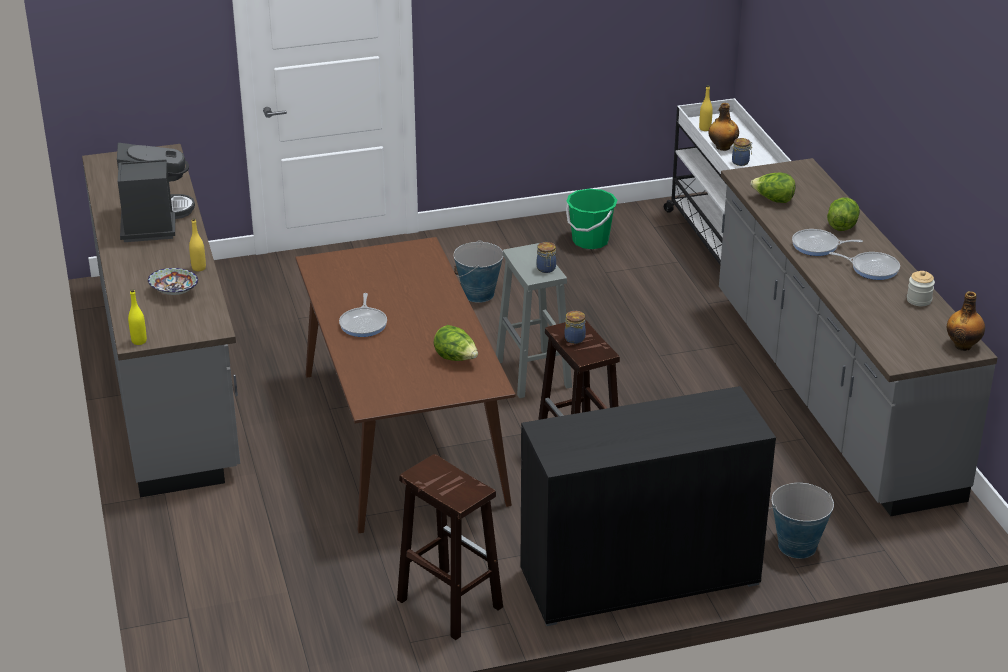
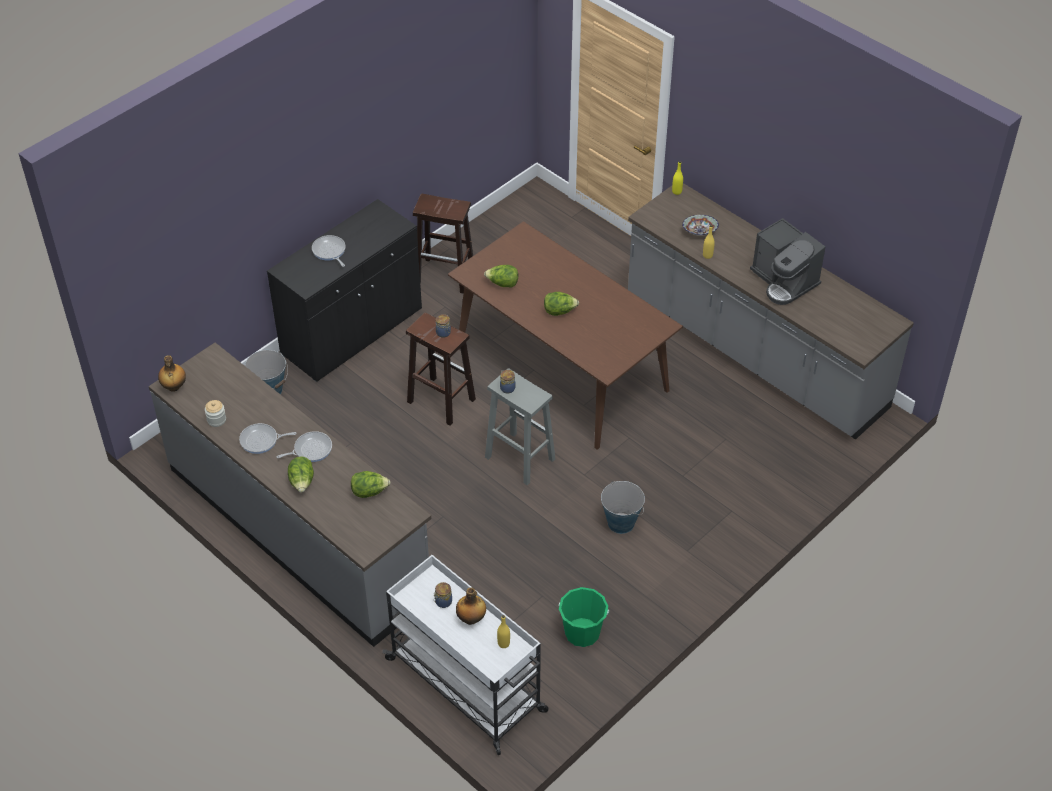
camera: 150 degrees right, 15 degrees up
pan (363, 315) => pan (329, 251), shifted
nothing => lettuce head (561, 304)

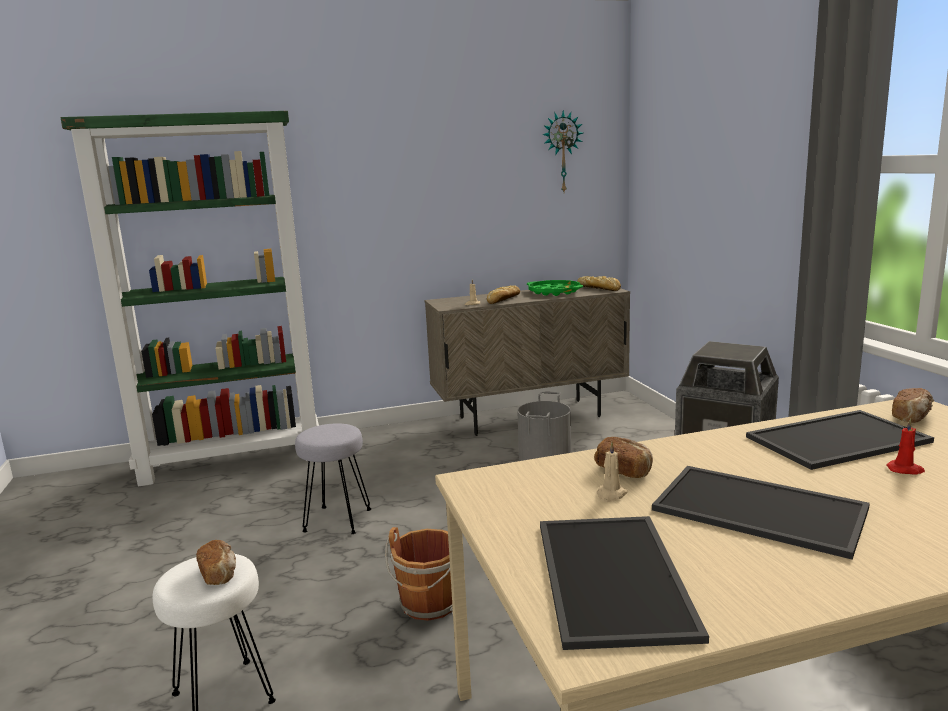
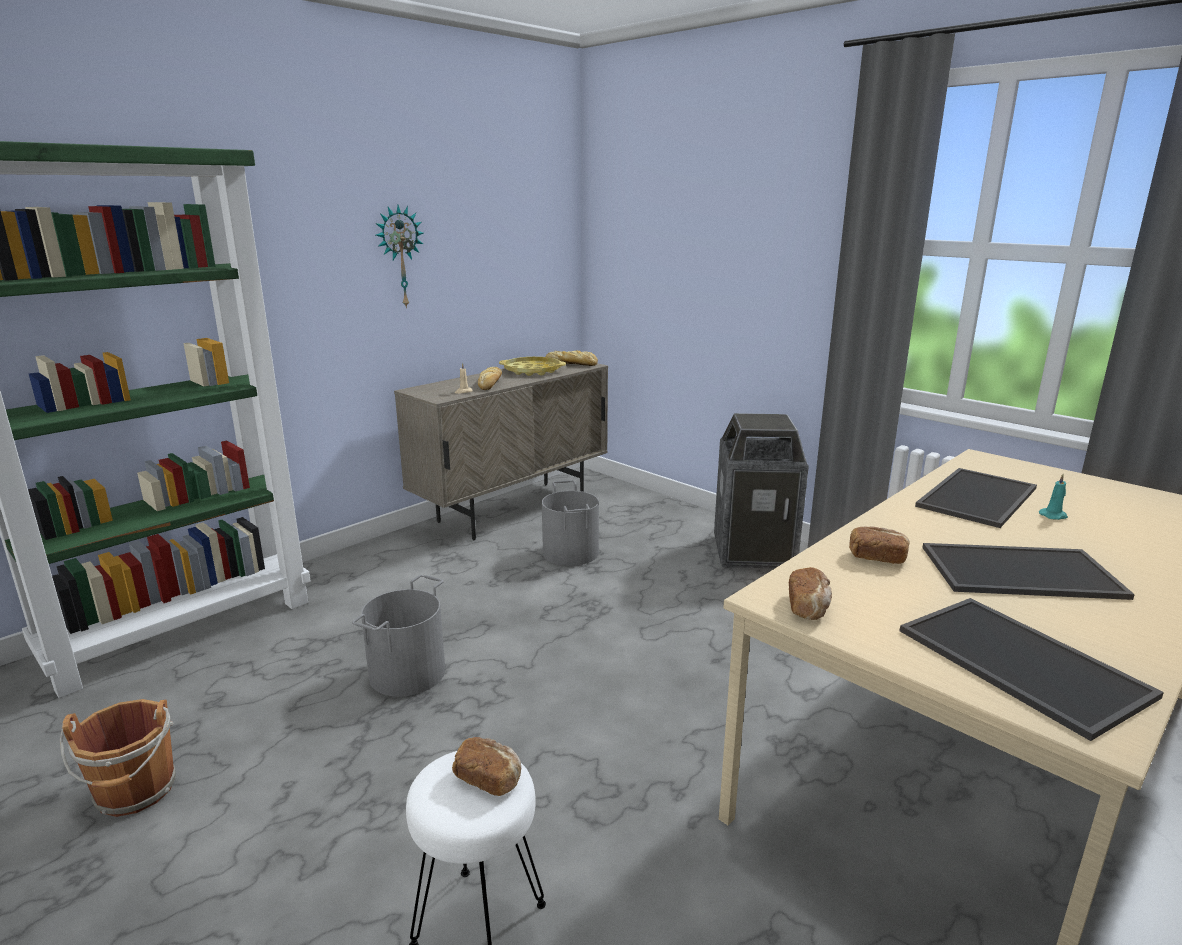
camera: 30 degrees left, 5 degrees up
brownish bucket (419, 574) => brownish bucket (118, 758), shifted
greyish stool (333, 478) => greyish bucket (398, 636)
clock on the wall (562, 151) => clock on the wall (399, 257), shifted
greenish serving tray (555, 288) => yellow-coloured serving tray (532, 366)
bakery bread (913, 405) => bakery bread (810, 593), shifted
red wax light (906, 446) => turquoise wax light (1053, 497)
sand-coloured wax light (612, 472) => nothing

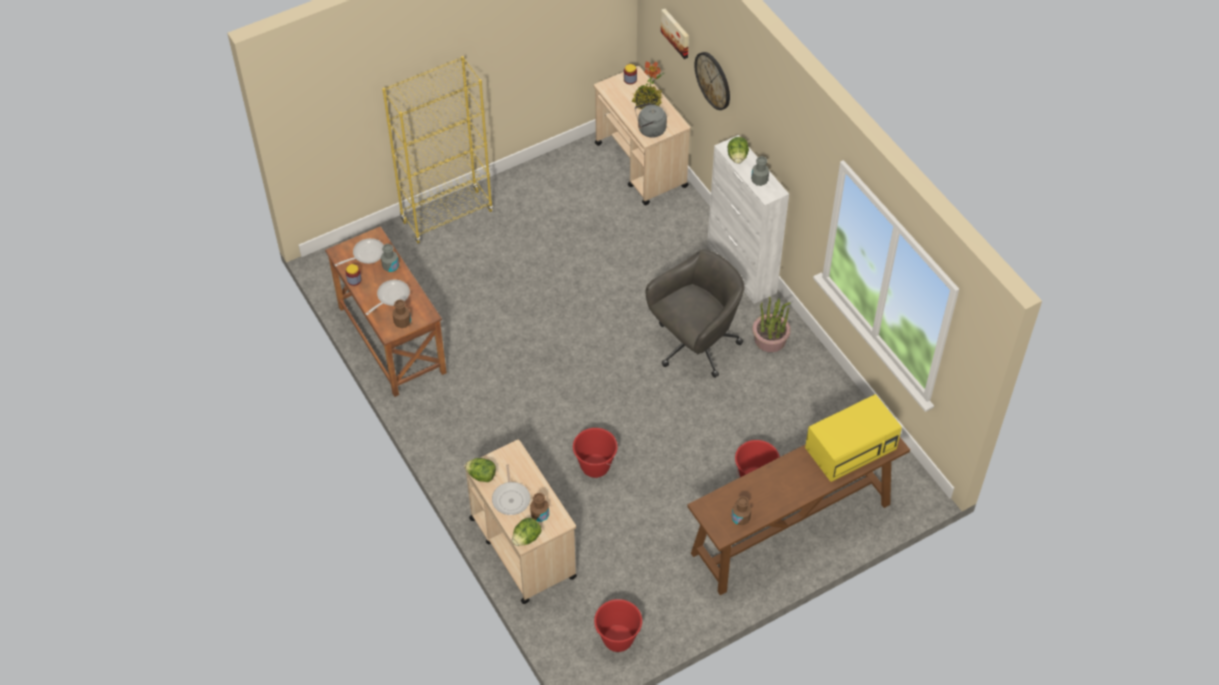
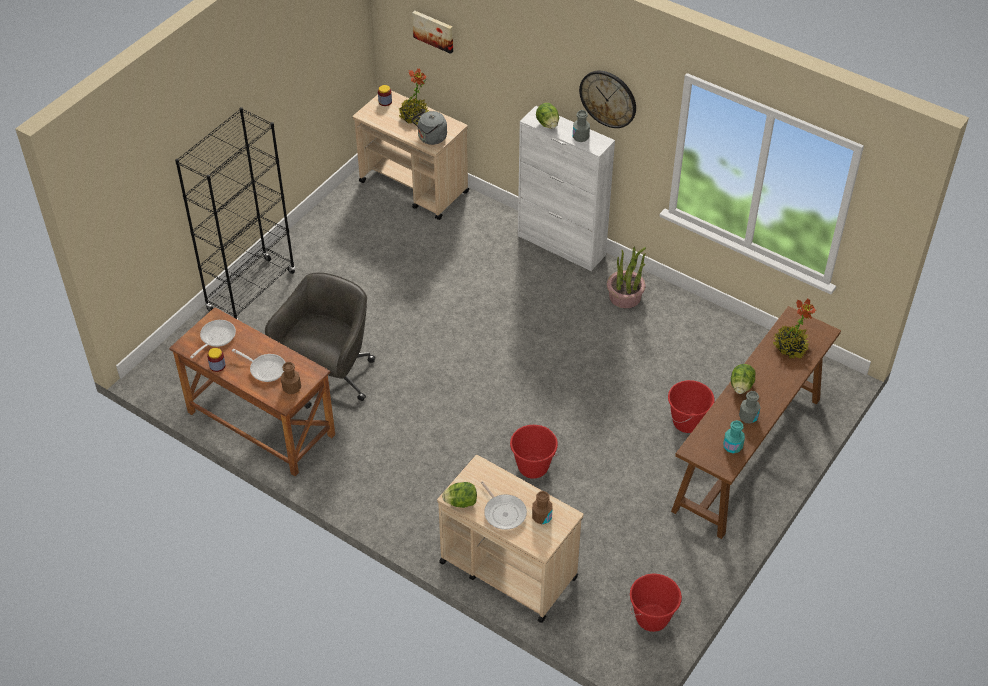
camera: 25 degrees left, 5 degrees down
yellow-coloured shelving unit (437, 149) => black shelving unit (235, 213)
pan (388, 297) => pan (259, 365), 105 degrees clockwise
greyish office chair (695, 314) => greyish office chair (320, 340), shifted
clock on the wall (712, 81) => clock on the wall (607, 99), shifted
brownish beverage bottle (741, 510) => turquoise beverage bottle (734, 437)
lettuce head (526, 532) => lettuce head (743, 379), shifted
greyish beverage bottle (390, 258) => greyish beverage bottle (749, 407), shifted
yellow-coloured microwave (853, 438) => plant in a pot (794, 329)

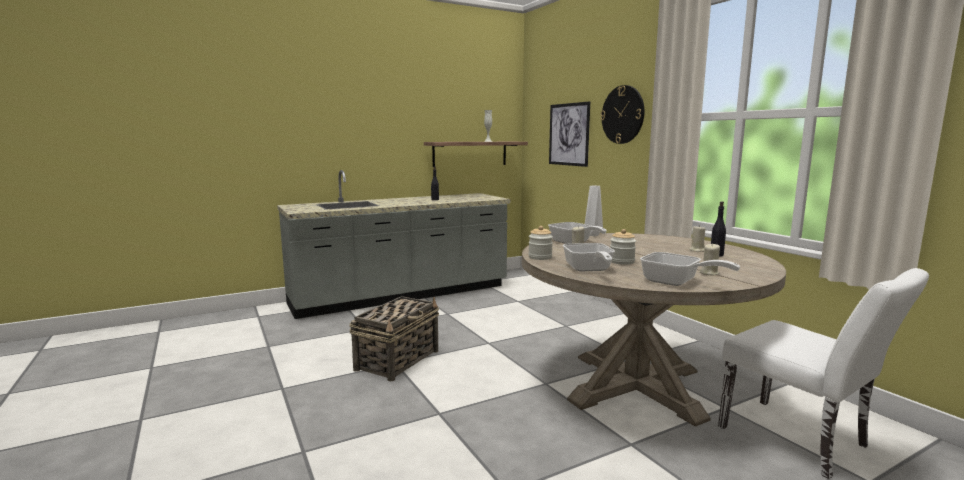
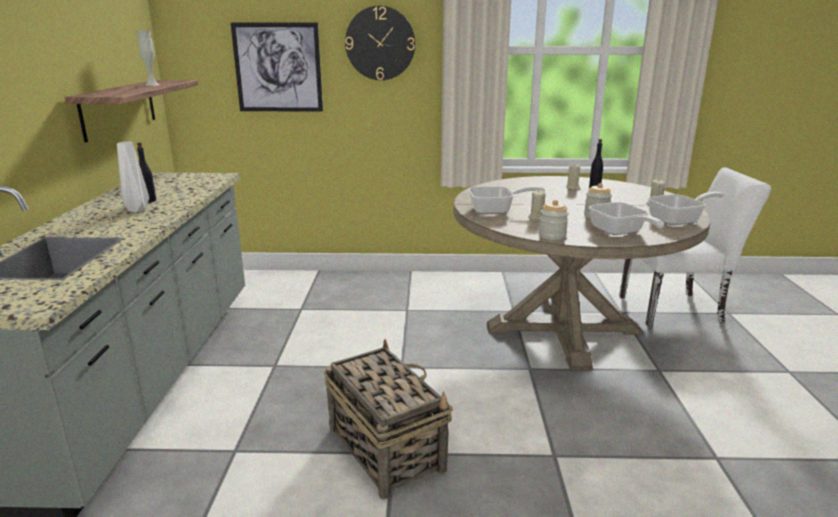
camera: 60 degrees left, 10 degrees up
white-coloured vase (594, 211) => white-coloured vase (133, 177), shifted
pan (589, 257) => pan (626, 218), 45 degrees clockwise

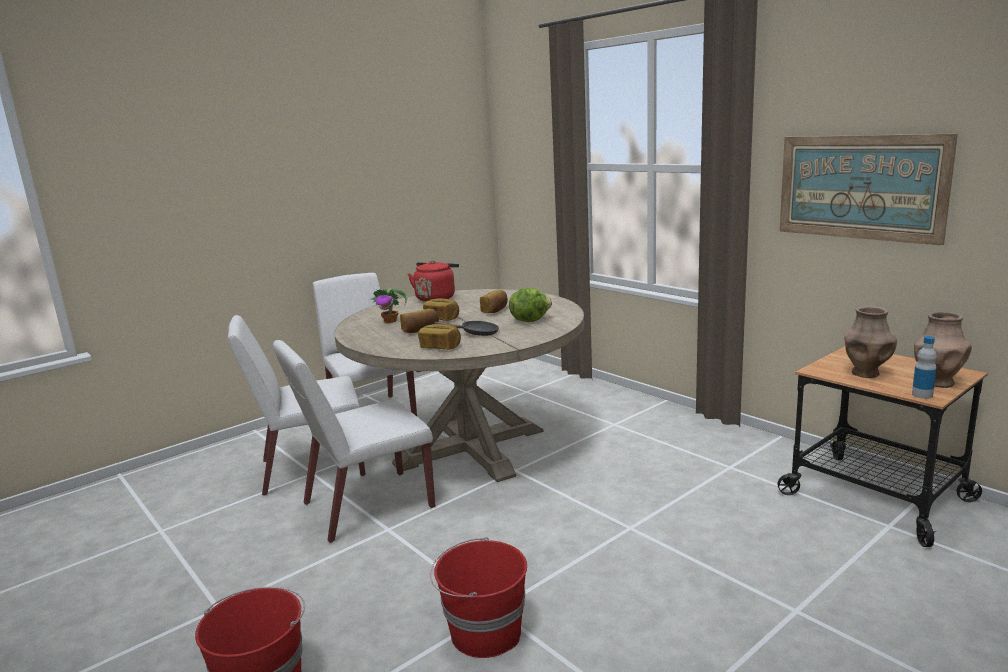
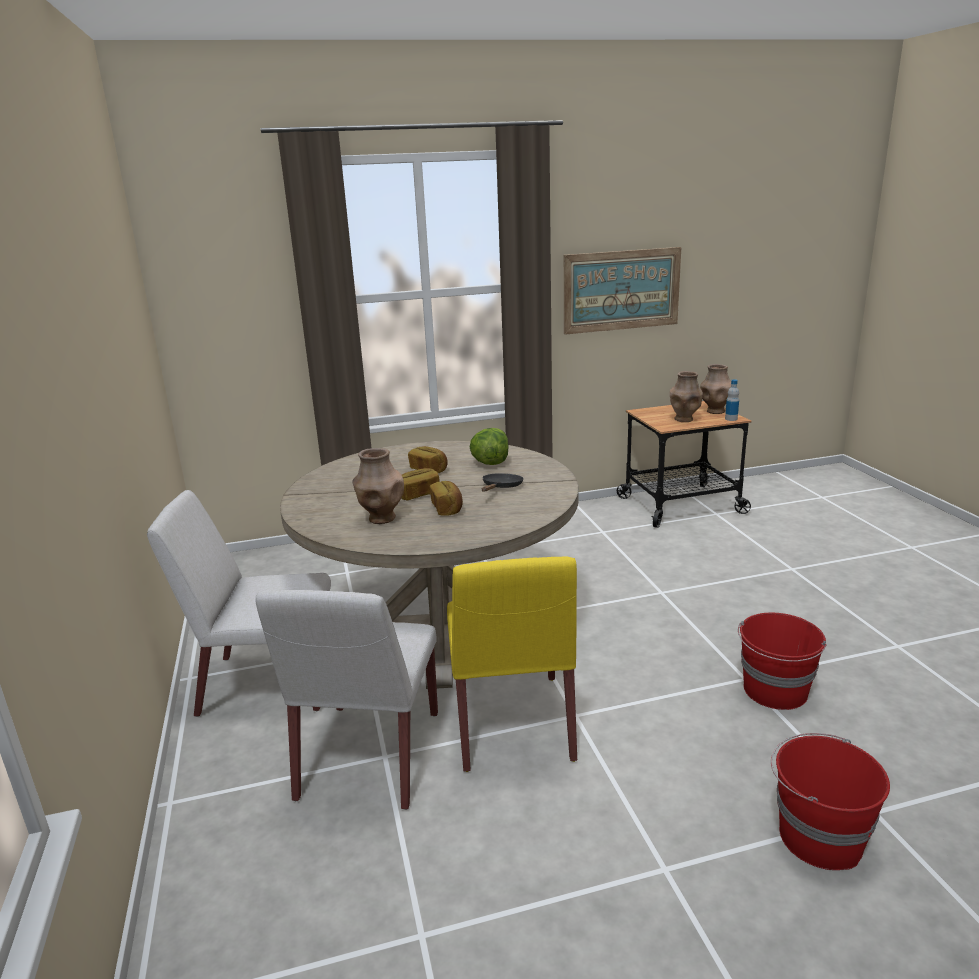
camera: 65 degrees left, 5 degrees up
plant in a pot (388, 305) => brownish vase (378, 486)
white-coloured plain chair (354, 441) => yellow-coloured plain chair (512, 664)
red kettle (433, 281) => nothing
bakery bread (439, 337) => nothing

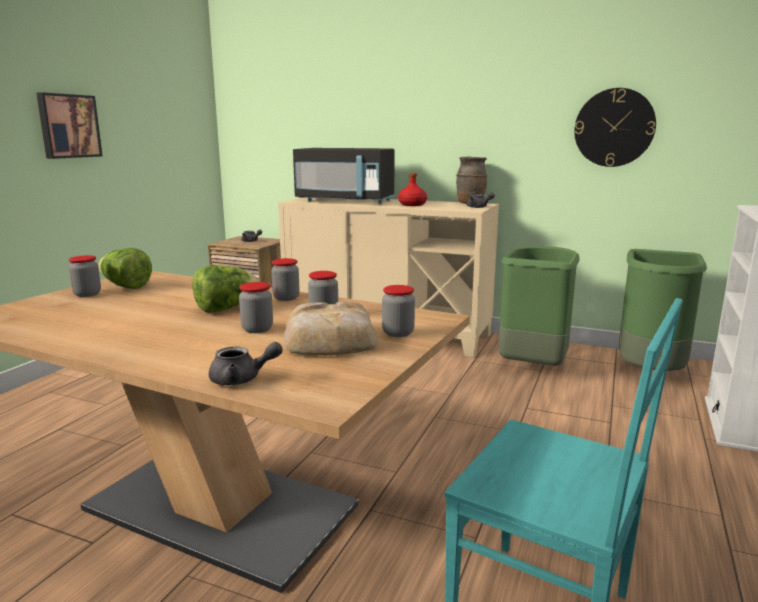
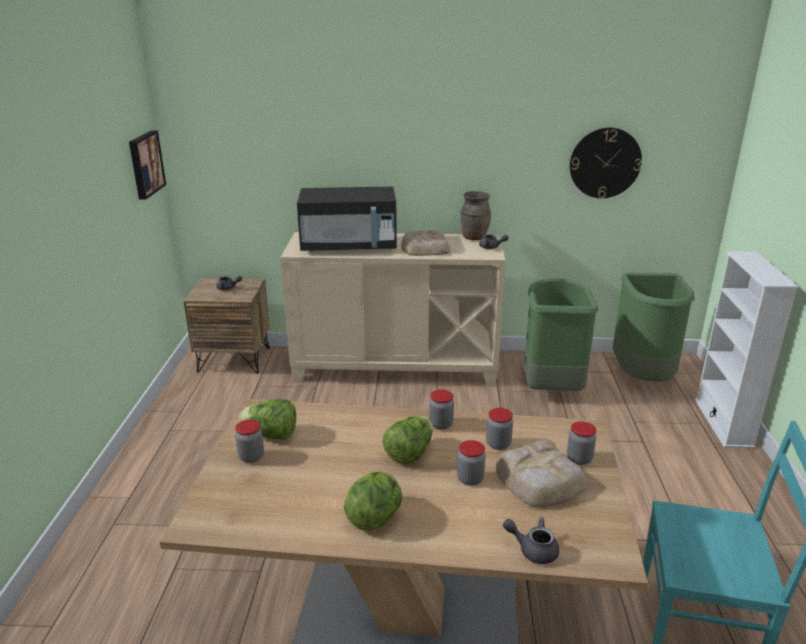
camera: 20 degrees left, 10 degrees up
wall art (69, 125) => wall art (147, 165), shifted
nothing => lettuce head (373, 501)
red beverage bottle (412, 189) => bakery bread (425, 243)
greyish teapot (246, 363) => greyish teapot (531, 540), 135 degrees counterclockwise

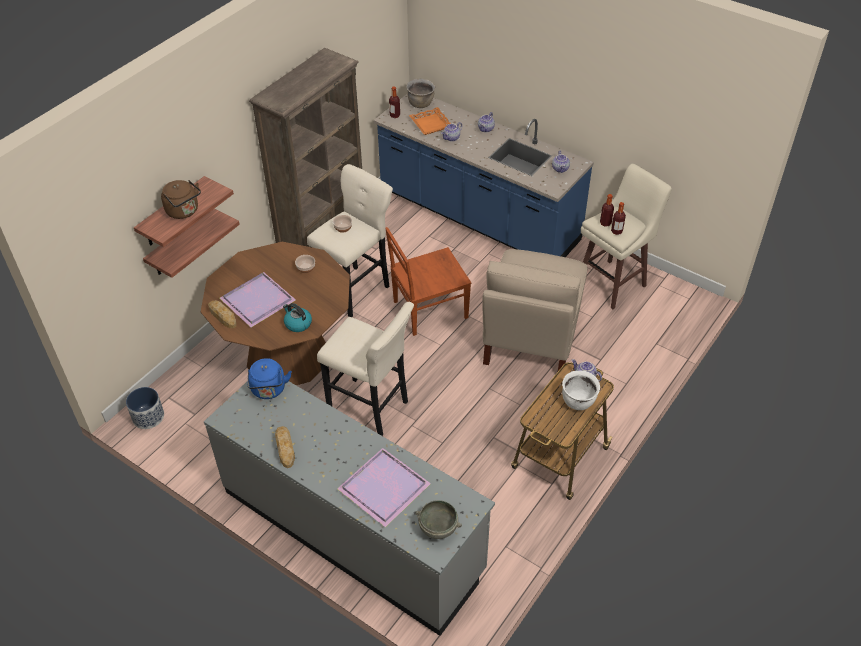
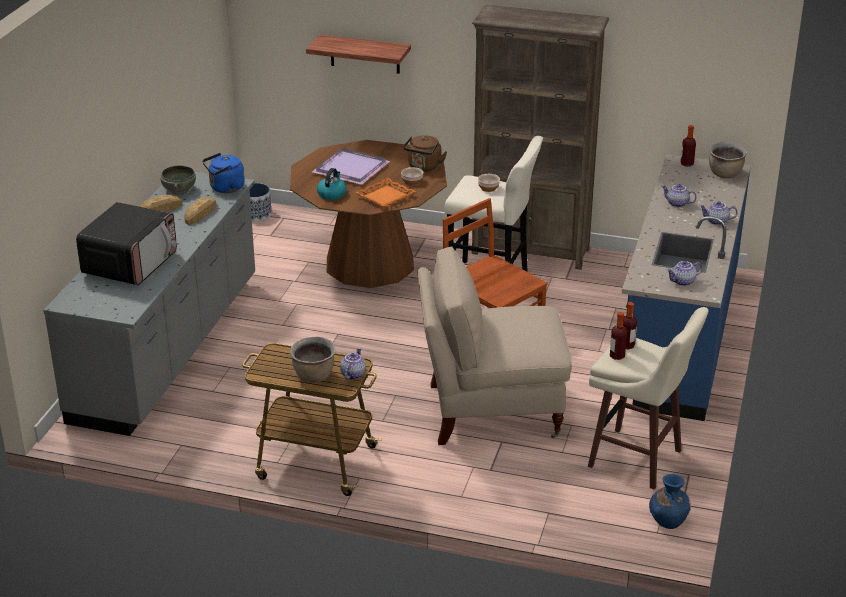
camera: 70 degrees right, 15 degrees down
purplish serving tray (384, 487) => microwave (126, 243)
greyish deep dish (438, 519) => greyish deep dish (178, 180), shifted
bakery bread (222, 314) => bakery bread (200, 211), shifted
white-coloured saucepot (581, 390) => brownish saucepot (312, 359)
orange-coloured serving tray (430, 121) => orange-coloured serving tray (385, 193), shifted
brownish kettle (181, 199) => brownish kettle (425, 154), shifted
nothing => bluish vase (670, 501)
shelf (191, 243) => nothing
sand-coloured stool (365, 369) => nothing

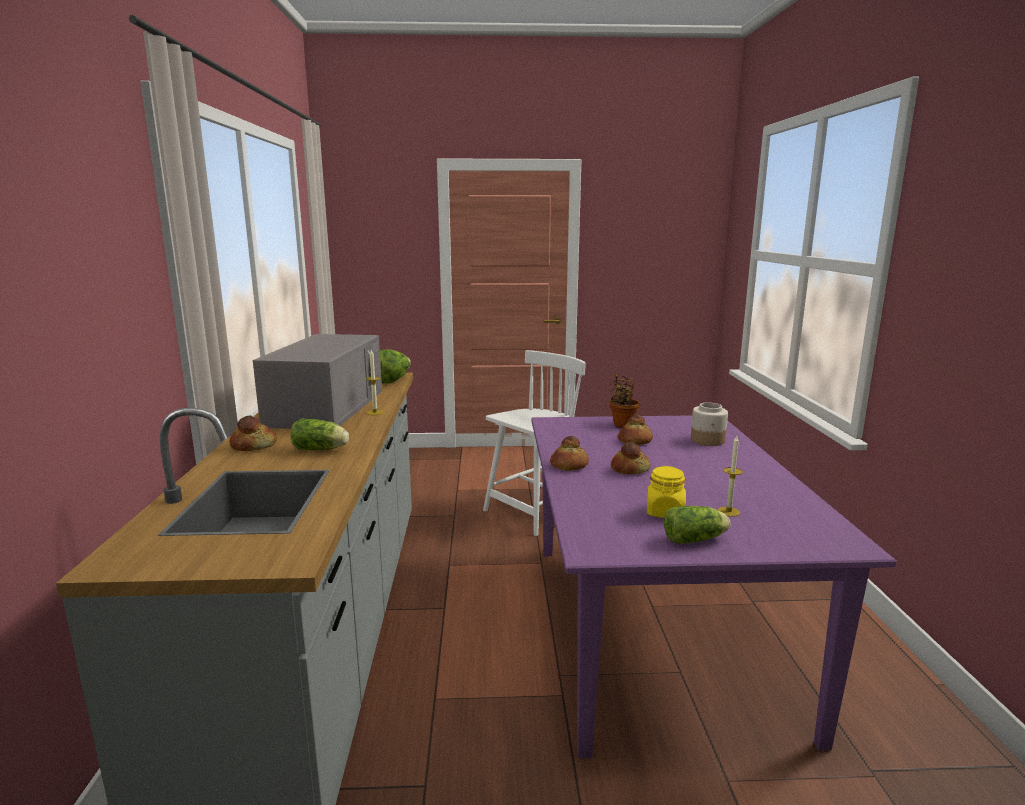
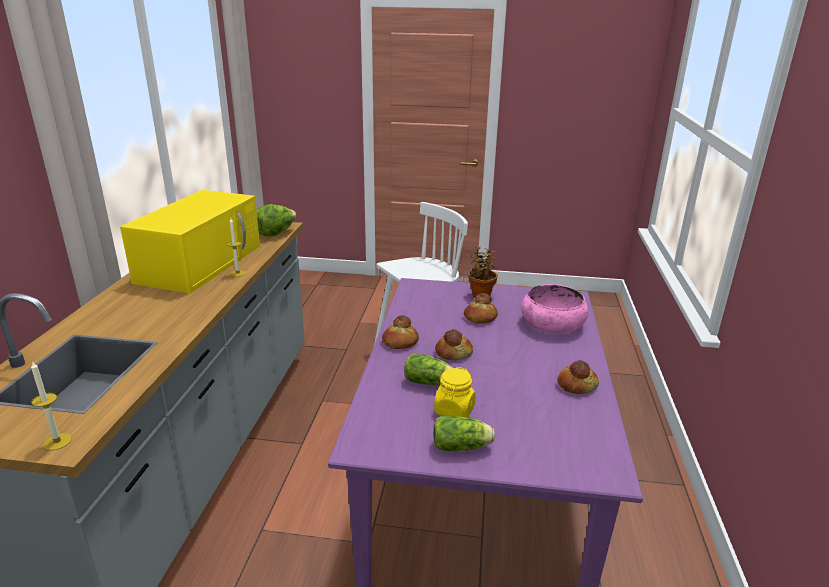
camera: 10 degrees right, 10 degrees up
wax light (730, 476) => wax light (51, 406), shifted
greyish microwave (317, 381) => yellow-coloured microwave (190, 241)
lettuce head (320, 434) => lettuce head (428, 369), shifted
storage jar (709, 424) => pink-coloured deep dish (554, 309)
bakery bread (253, 433) => bakery bread (578, 377), shifted

